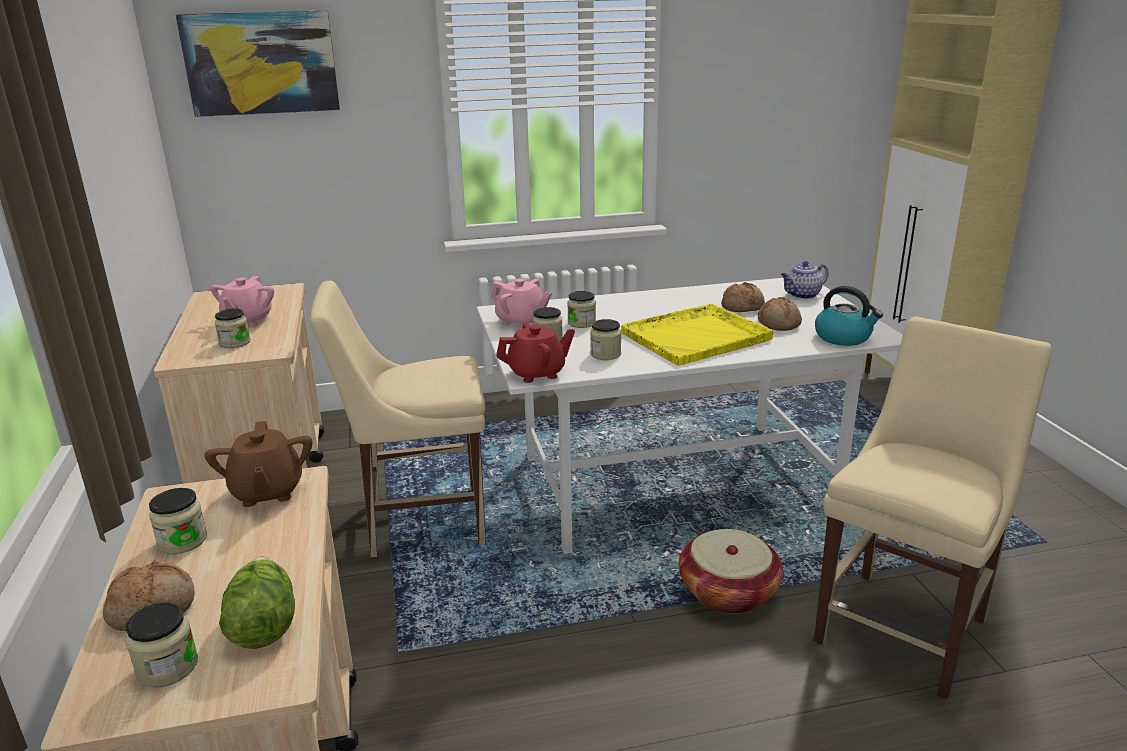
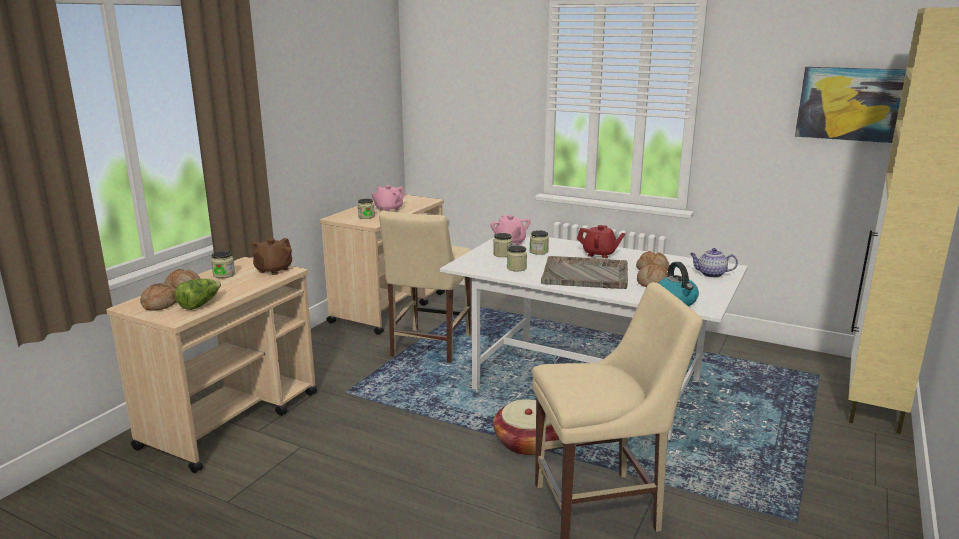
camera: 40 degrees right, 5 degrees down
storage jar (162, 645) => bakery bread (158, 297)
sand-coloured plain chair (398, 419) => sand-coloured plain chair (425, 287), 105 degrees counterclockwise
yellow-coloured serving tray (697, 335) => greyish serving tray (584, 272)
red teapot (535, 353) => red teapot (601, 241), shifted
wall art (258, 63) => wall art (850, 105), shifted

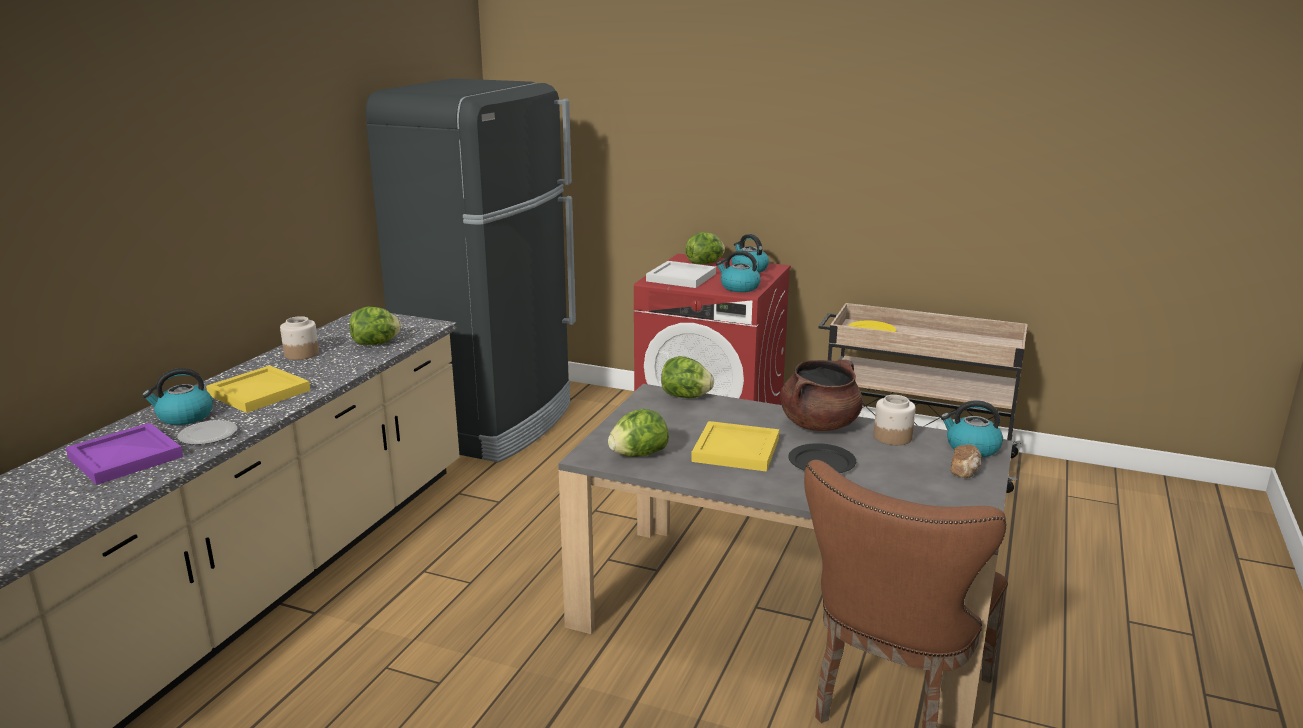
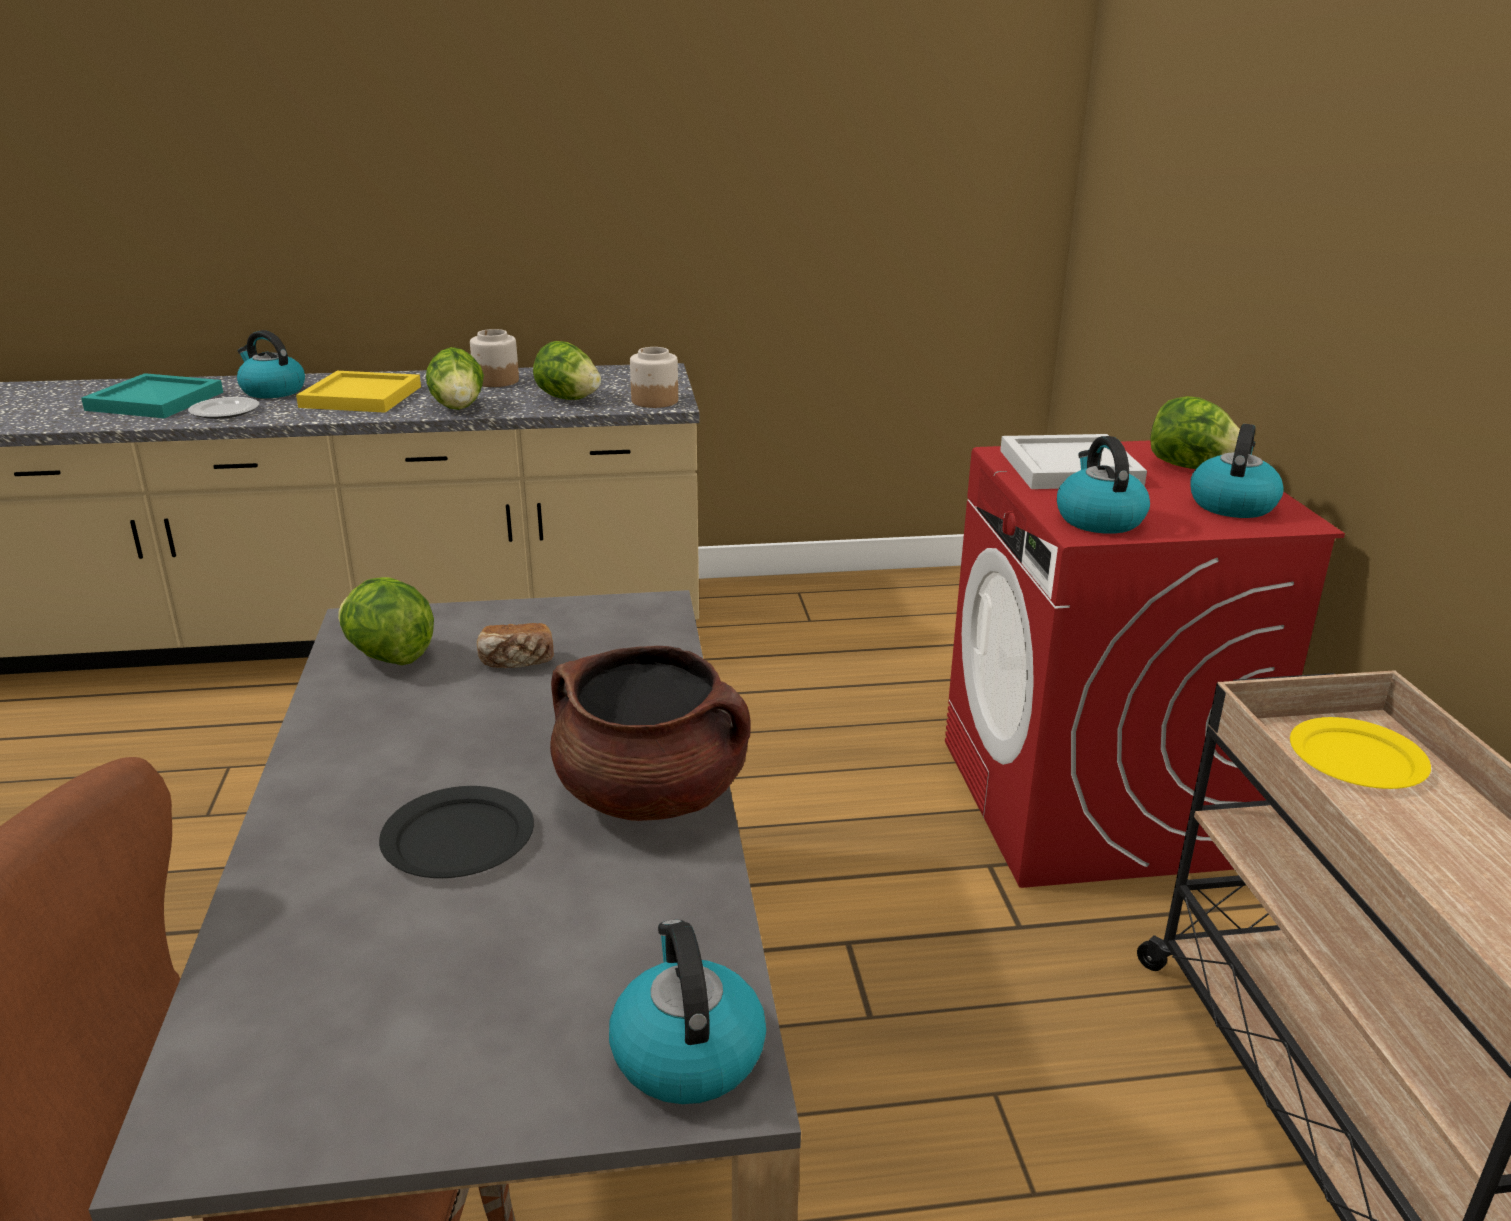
camera: 60 degrees right, 5 degrees up
purplish serving tray (124, 454) => turquoise serving tray (152, 395)
lettuce head (687, 377) => lettuce head (455, 378), shifted
bakery bread (966, 461) => bakery bread (515, 645), shifted
storage jar (895, 420) => storage jar (654, 377), shifted
black fridge (471, 270) => nothing
yellow-coloured serving tray (735, 446) => nothing

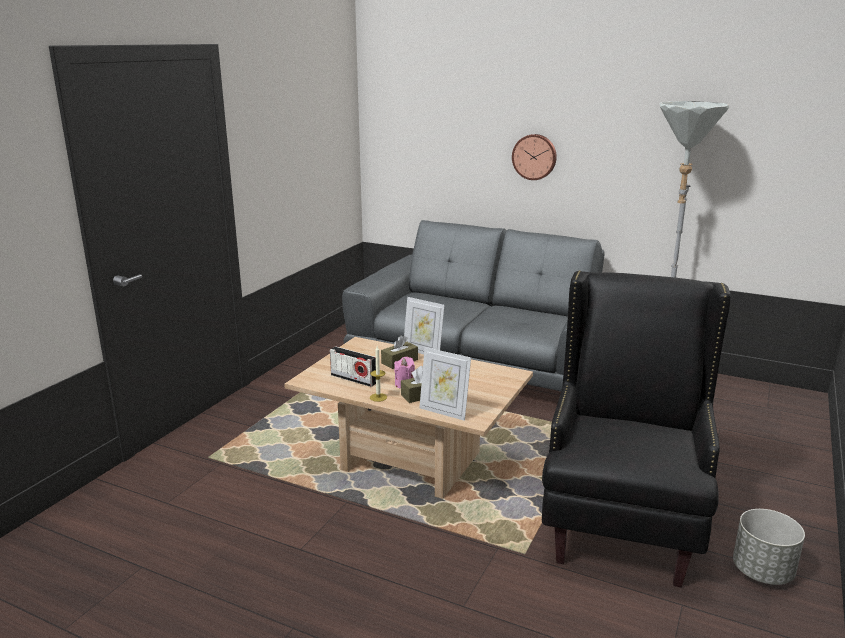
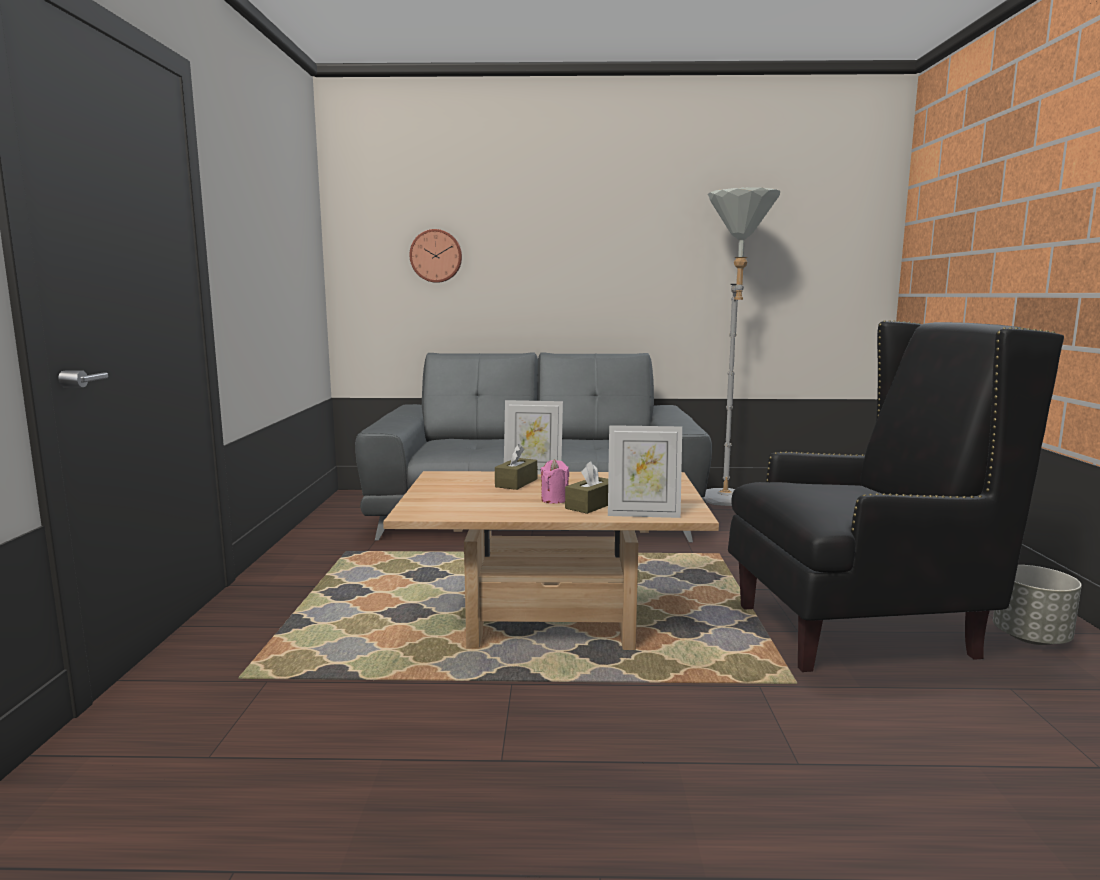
camera: 25 degrees left, 10 degrees down
clock on the wall (534, 157) => clock on the wall (435, 256), shifted
black lounge chair (636, 428) => black lounge chair (896, 496), 90 degrees clockwise
radio set (353, 367) => nothing
wax light (378, 374) => nothing

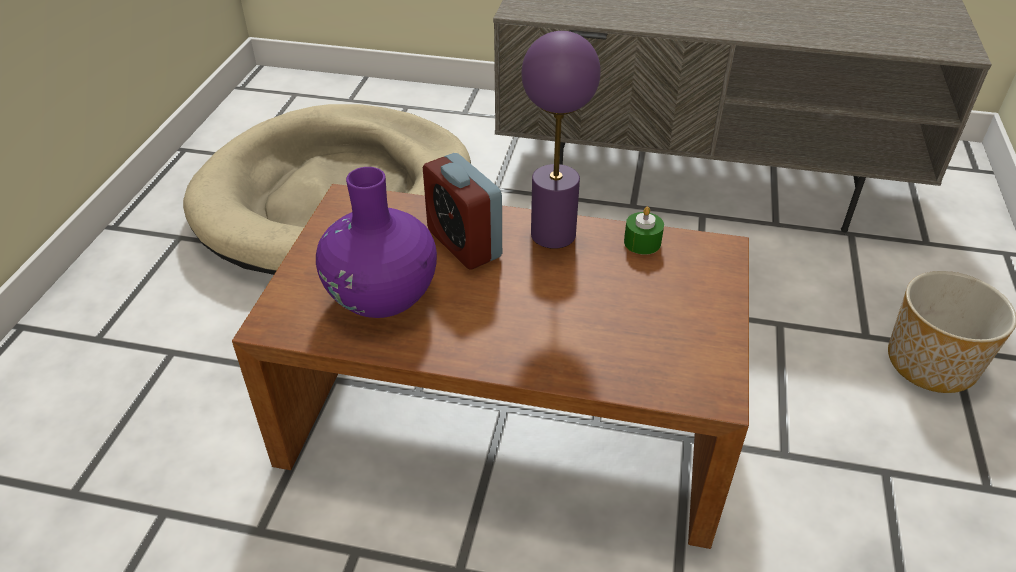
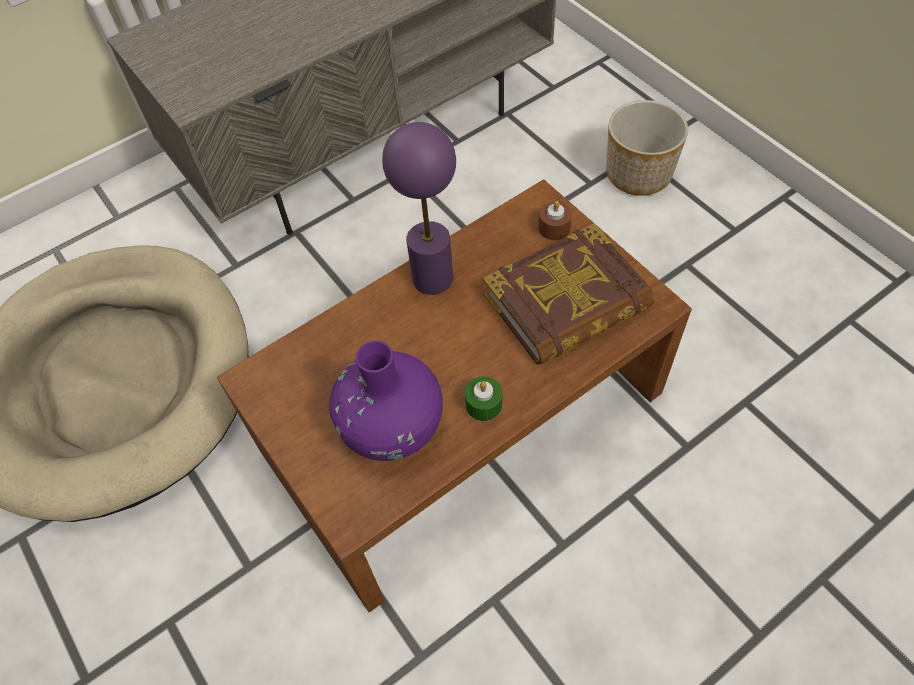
camera: 45 degrees left, 15 degrees up
greenish wax light (644, 231) => greenish wax light (483, 398), shifted
nothing => book (568, 294)
nothing => brownish wax light (555, 220)
alarm clock (462, 211) => nothing

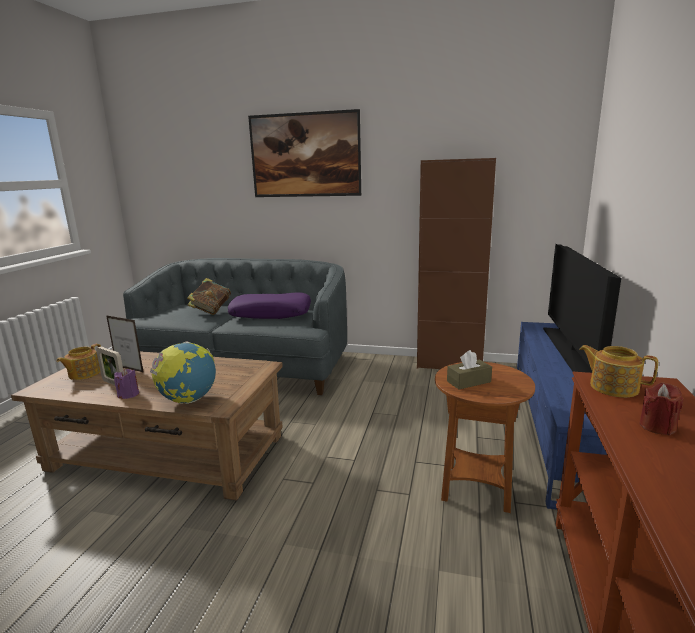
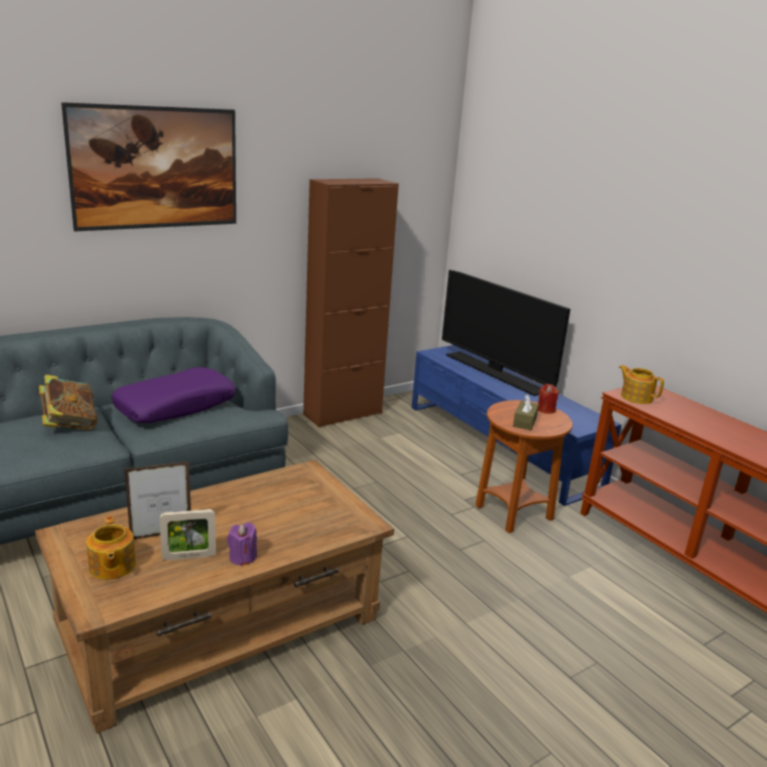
camera: 50 degrees left, 5 degrees up
red wax light (661, 409) => red wax light (548, 399), shifted
teapot (618, 371) => teapot (641, 384), 60 degrees clockwise
desk globe (183, 372) => nothing

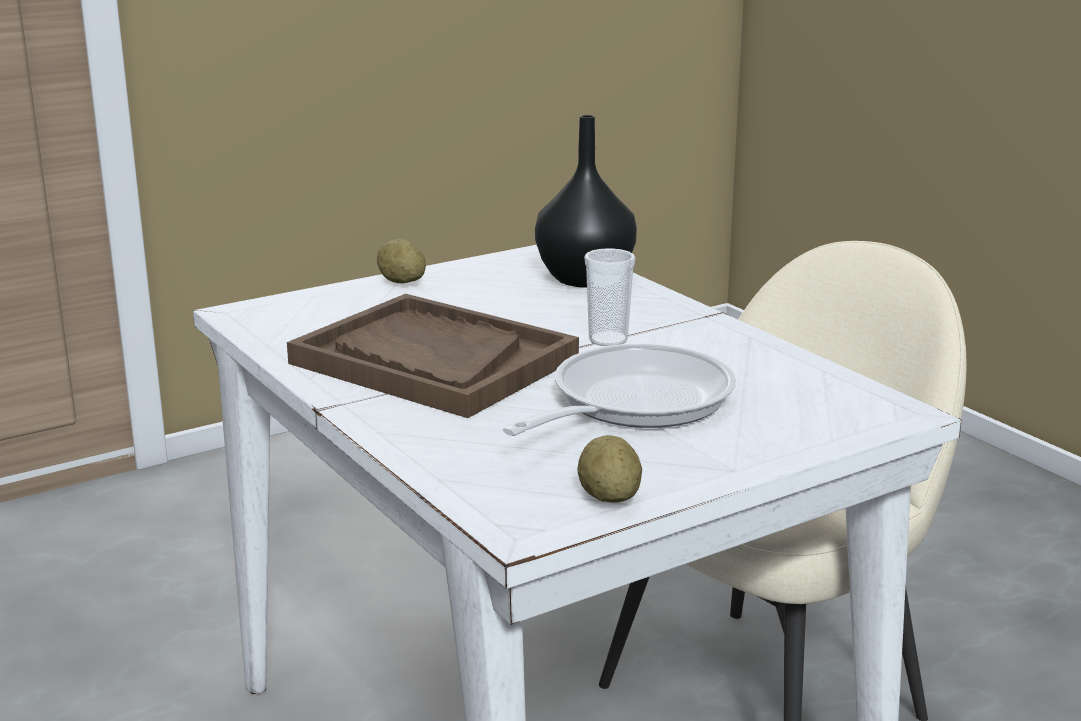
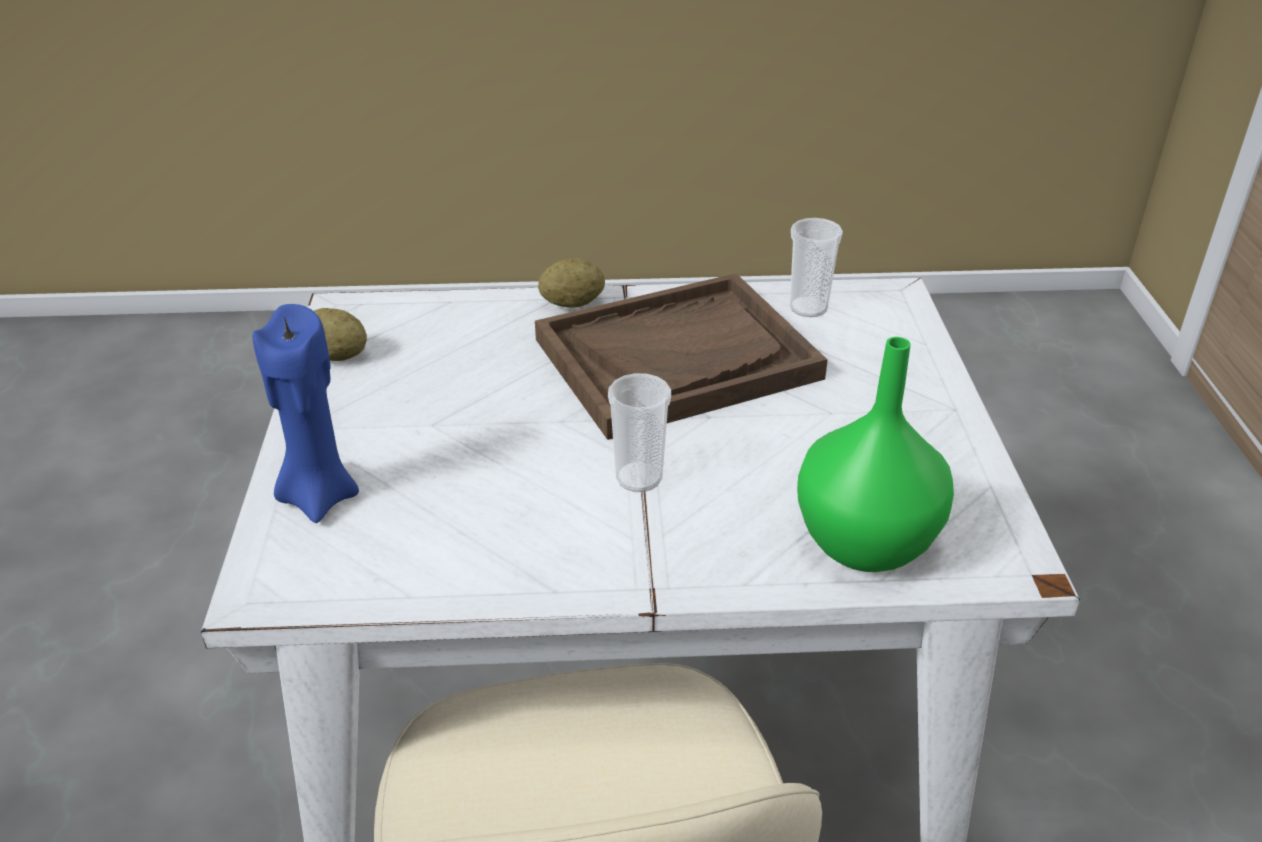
camera: 120 degrees right, 15 degrees up
nothing => bluish wax light (305, 413)
potato (401, 261) => potato (571, 283), shifted
nothing => cup (816, 267)
black vase (586, 201) => greenish vase (875, 454)
pan (619, 390) => nothing

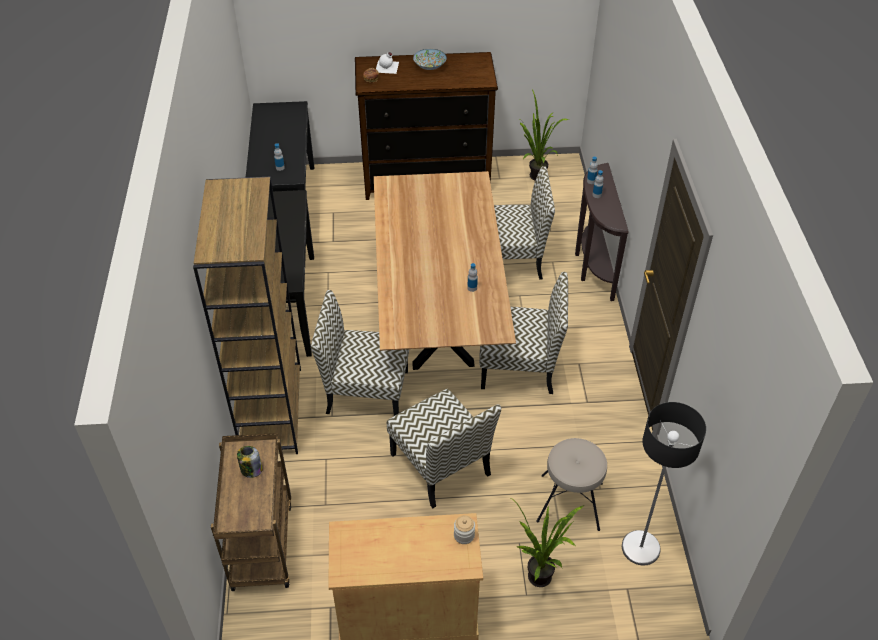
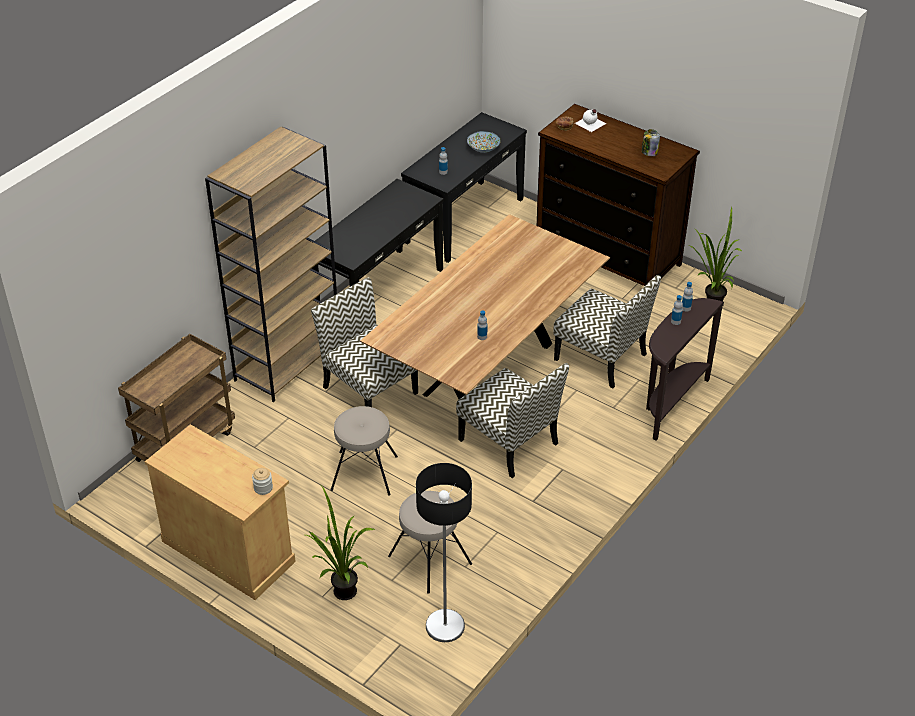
camera: 40 degrees right, 5 degrees down
plain chair (444, 448) => sand-coloured stool (364, 450)
deep dish (430, 59) => deep dish (484, 142), shifted
storage jar (250, 462) => storage jar (651, 142), shifted

